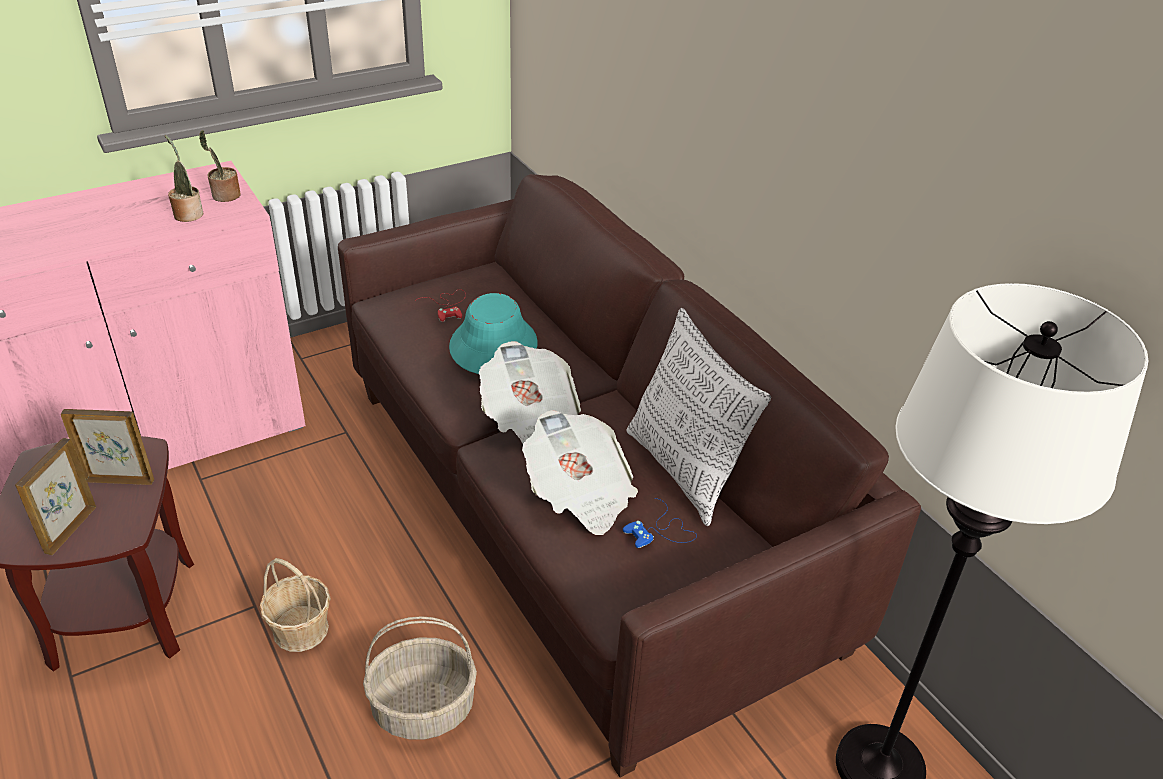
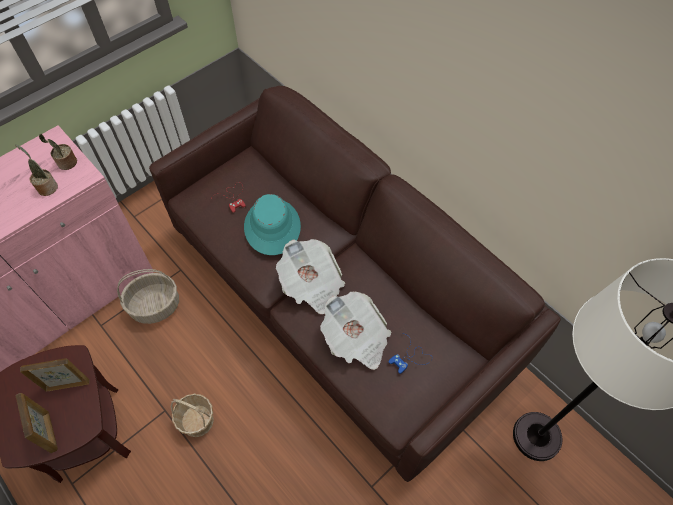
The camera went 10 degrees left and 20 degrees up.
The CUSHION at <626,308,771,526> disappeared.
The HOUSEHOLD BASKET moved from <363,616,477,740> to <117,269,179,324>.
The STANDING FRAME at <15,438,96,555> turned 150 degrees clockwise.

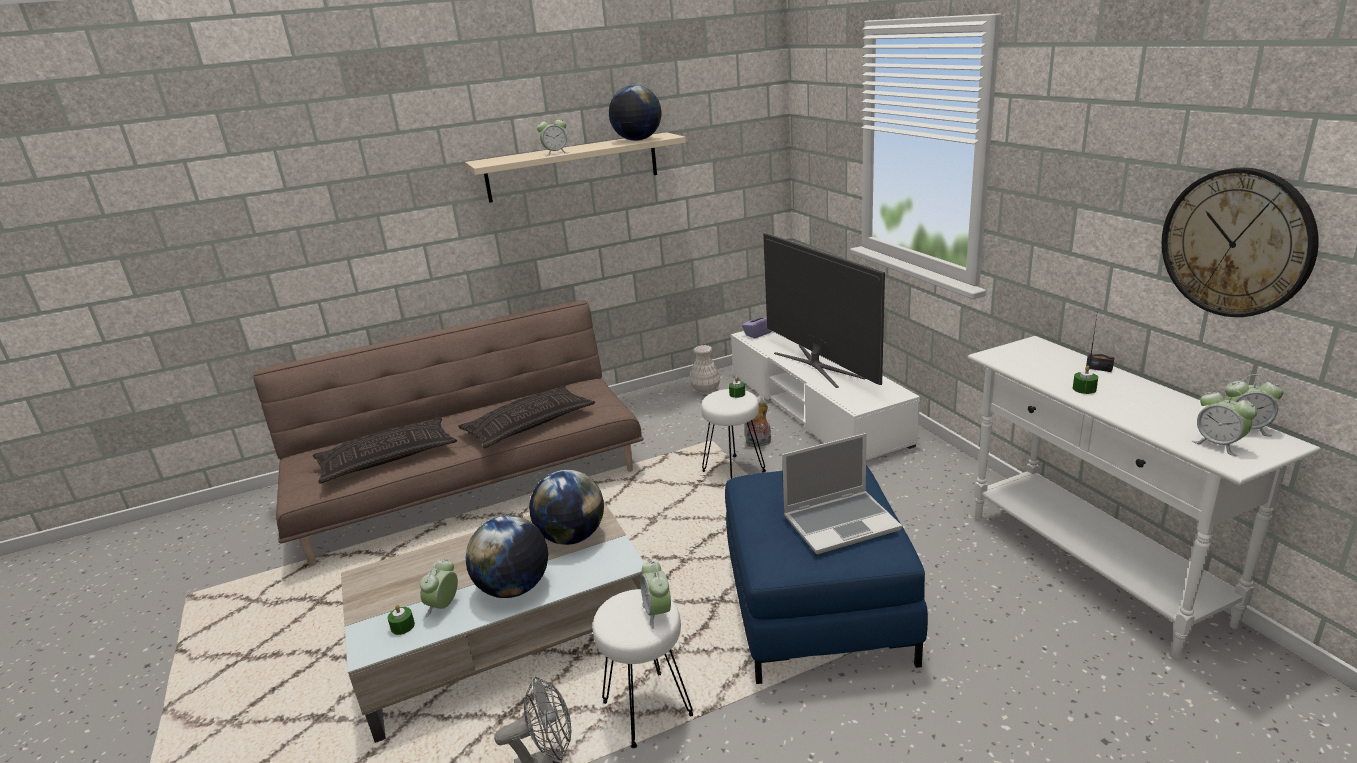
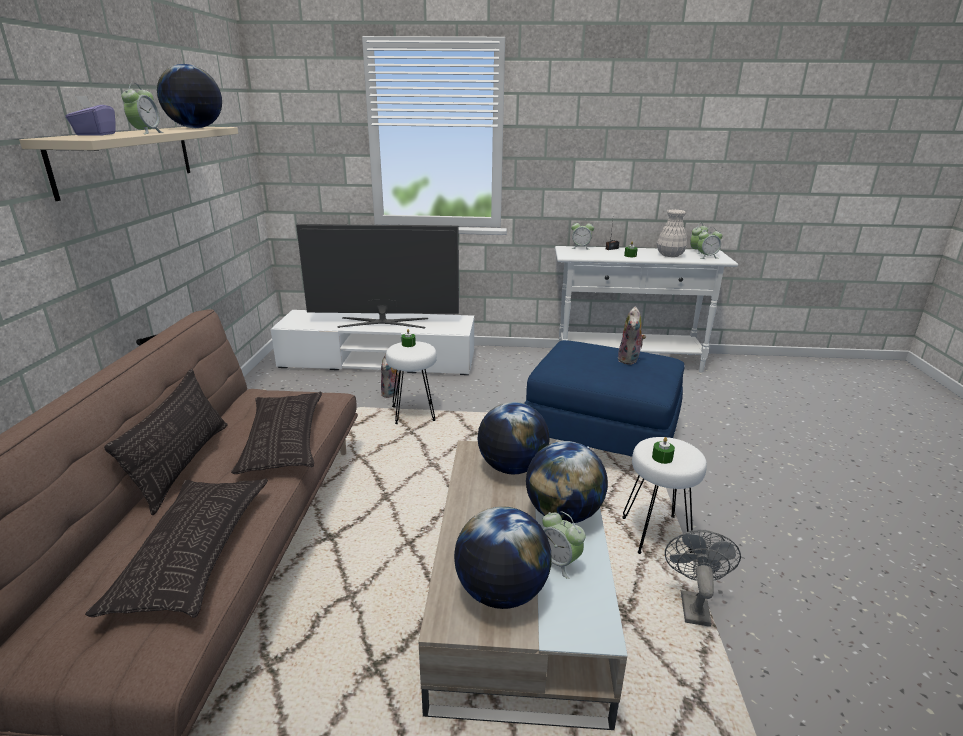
The camera went 65 degrees left and 0 degrees up.
The WALL CLOCK at <1162,167,1319,317> disappeared.
The CUSHION at <104,369,228,515> appeared.
The DESK GLOBE at <454,506,551,609> appeared.
The GREEN-COLOURED CANDLE moved from <388,605,415,635> to <652,437,675,464>.
The ALARM CLOCK moved from <641,560,671,629> to <571,219,594,250>.
The WHITE-COLOURED FLOWER VASE moved from <690,345,720,394> to <657,210,687,257>.
The PURPLE-COLOURED TISSUE HOLDER moved from <742,310,772,338> to <65,96,116,136>.
The LAPTOP at <782,433,902,554> was replaced by the PLUSH TOY at <618,306,646,365>.

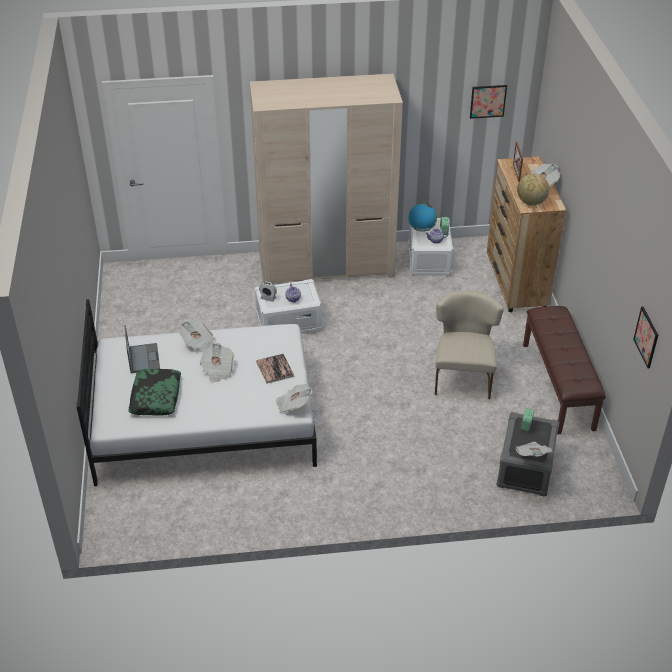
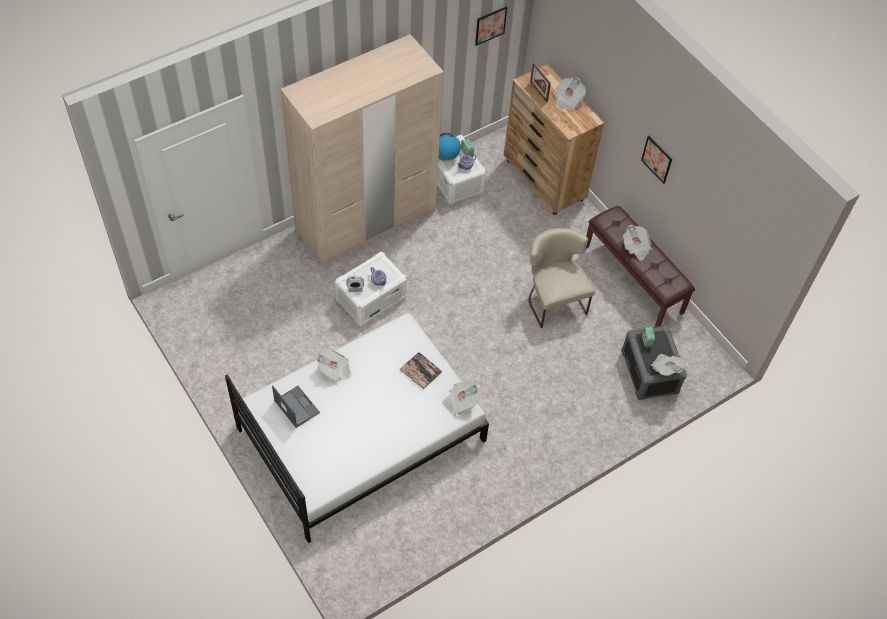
The camera went 30 degrees left and 15 degrees up.
The CUSHION at <128,369,181,415> disappeared.
The DESK GLOBE at <517,174,549,205> disappeared.
The PRINTED PAPER moved from <200,343,234,383> to <623,225,652,260>.
The WALL ART moved from <633,306,658,369> to <641,136,672,184>.

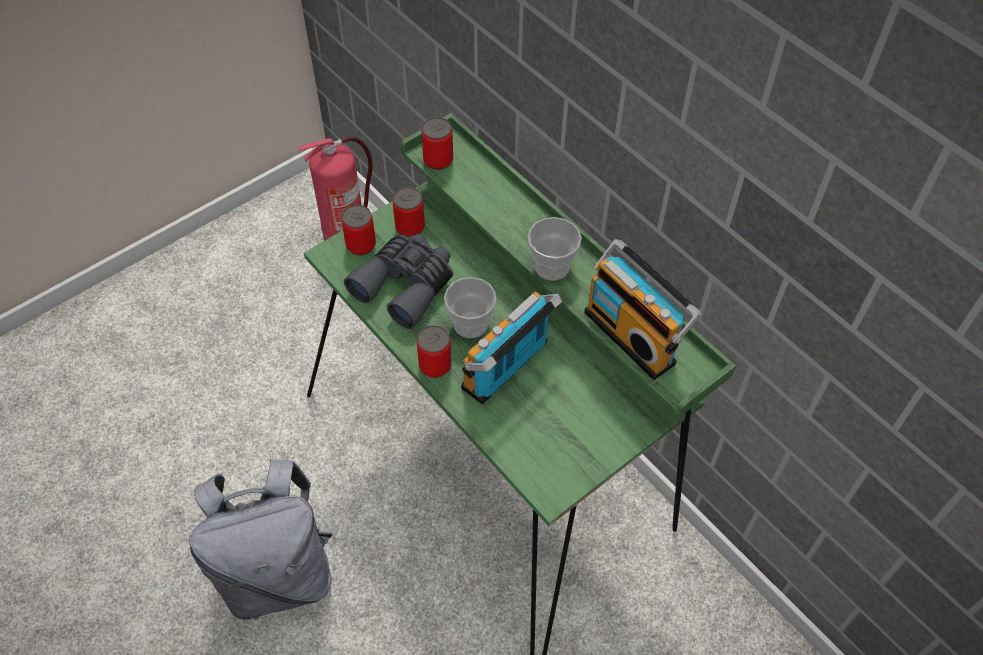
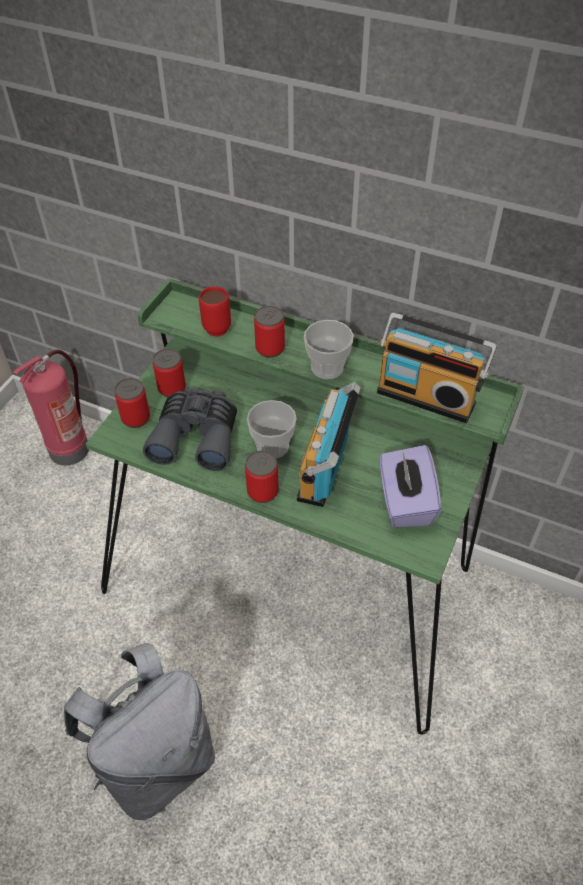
The camera went 25 degrees left and 5 degrees down.
The RED MUG at <199,287,231,337> appeared.
The PURPLE-COLOURED TISSUE HOLDER at <380,445,441,528> appeared.
The METAL CAN moved from <421,117,453,170> to <254,306,285,358>.

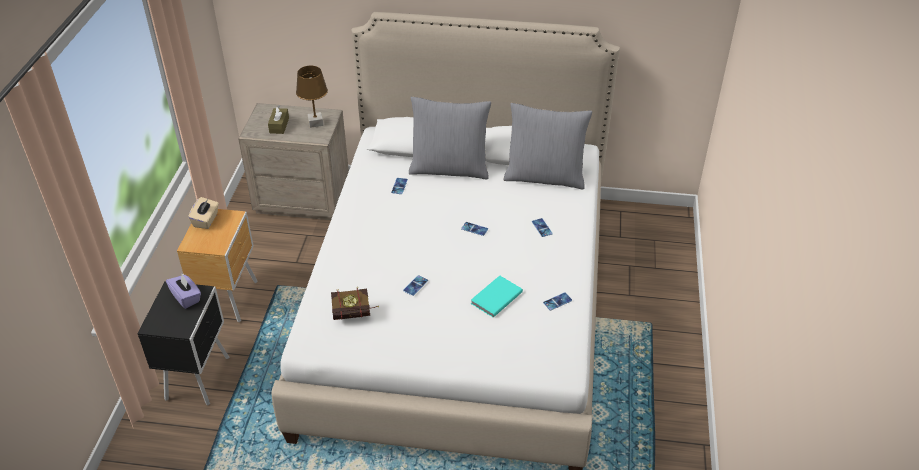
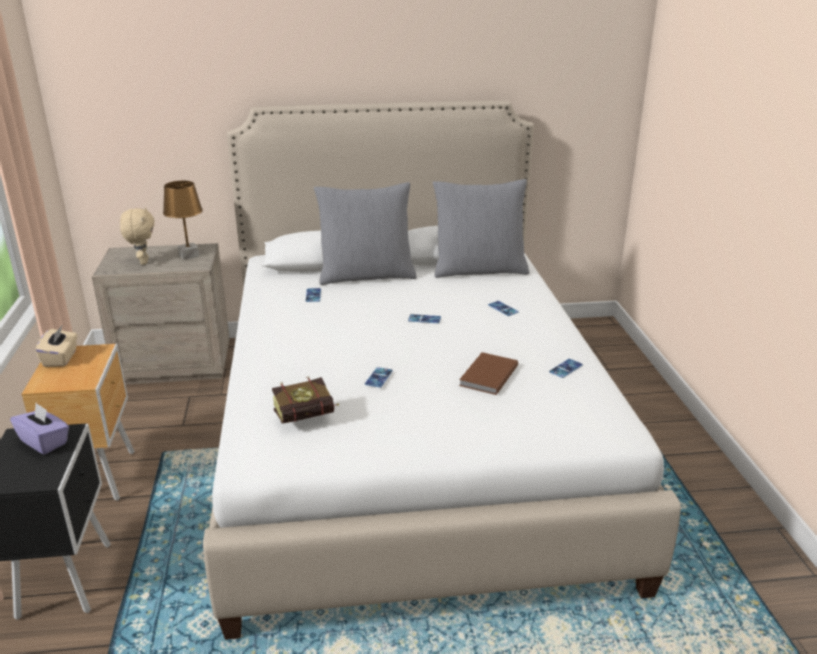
The camera went 15 degrees left and 15 degrees down.
The BROWNISH TISSUE HOLDER at <268,105,289,134> was replaced by the BEIGE-COLOURED PLUSH TOY at <120,207,154,265>.
The BLUE-GREEN VOLUME at <471,276,523,318> became the BROWNISH VOLUME at <459,352,518,395>.

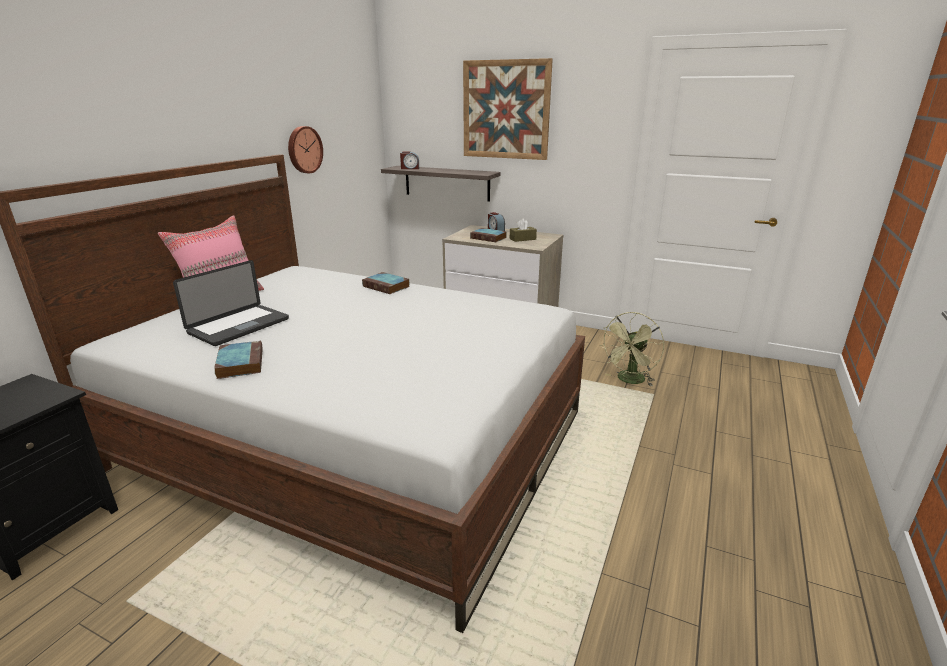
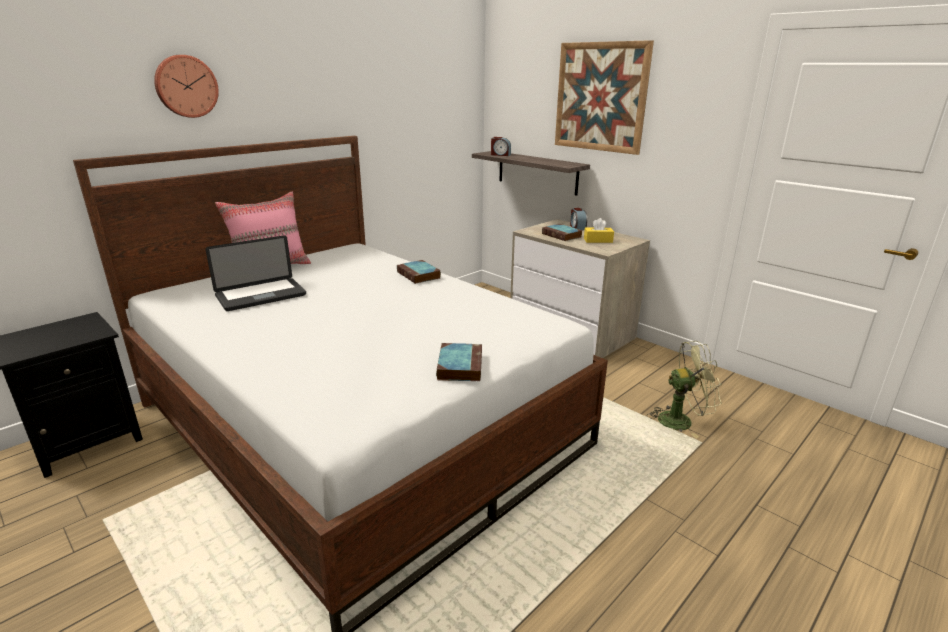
The camera went 20 degrees right and 0 degrees up.
The VOLUME moved from <214,340,263,379> to <436,343,482,381>.
The WALL CLOCK moved from <288,126,323,173> to <154,55,219,118>.
The BROWNISH TISSUE HOLDER at <510,219,537,242> became the YELLOWISH TISSUE HOLDER at <584,218,614,243>.
The GREEN-COLOURED FAN at <600,312,664,386> turned 150 degrees counterclockwise.

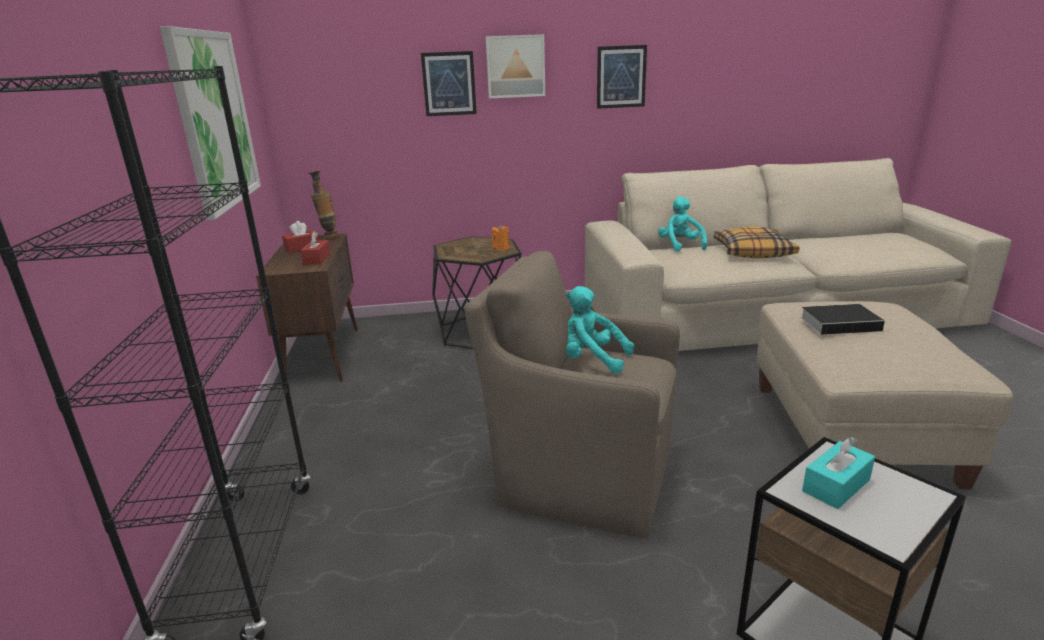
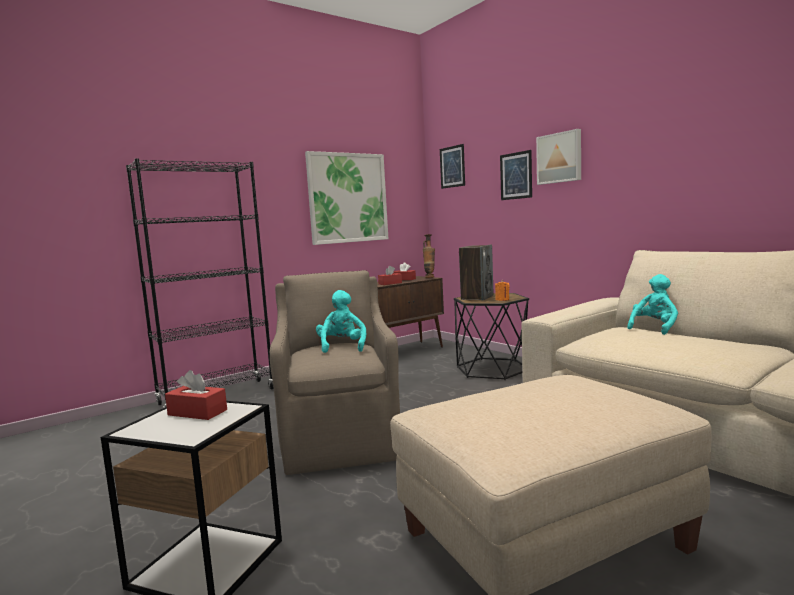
The camera went 60 degrees right and 15 degrees down.
The CUSHION at <714,226,800,258> disappeared.
The VOLUME at <800,304,890,335> disappeared.
The SPEAKER at <459,245,494,300> appeared.
The WALL ART moved from <597,45,647,109> to <440,144,465,189>.
The BLUE-GREEN TISSUE HOLDER at <802,437,875,509> became the RED TISSUE HOLDER at <165,370,227,420>.

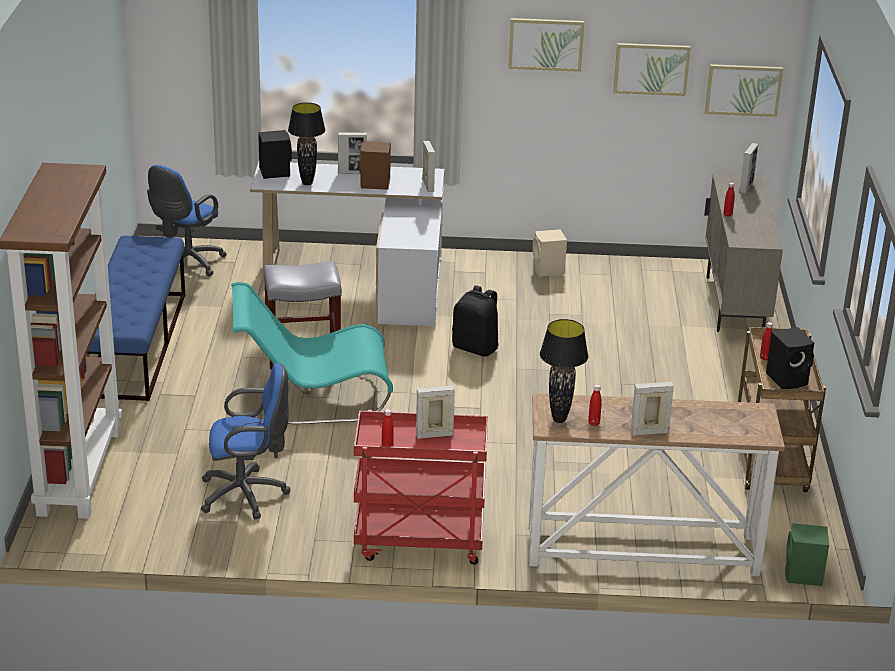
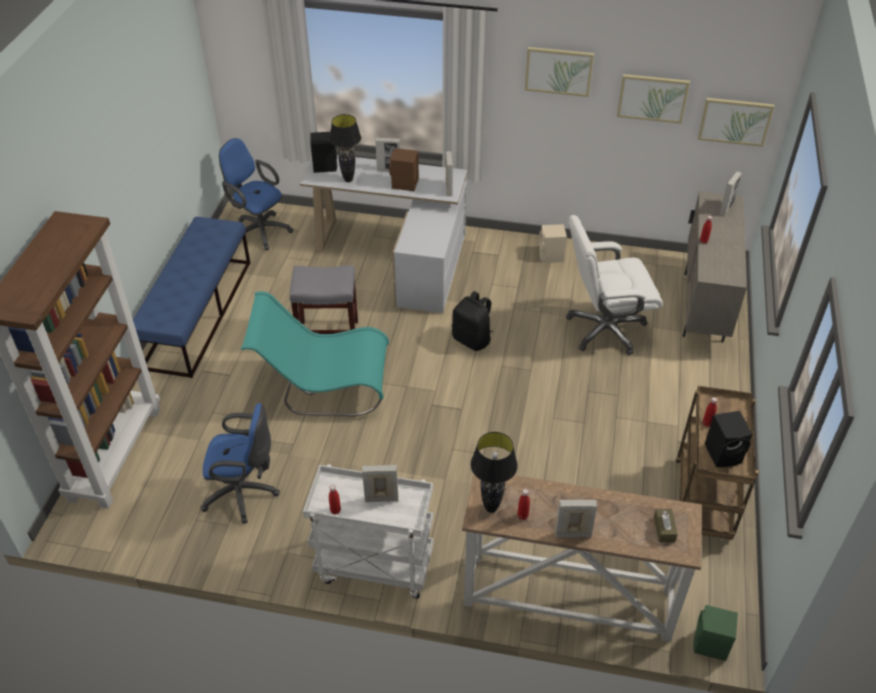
The camera went 10 degrees right and 15 degrees up.
The WHITE-COLOURED COMPUTER CHAIR at <566,215,663,355> appeared.
The BROWNISH TISSUE HOLDER at <654,509,678,542> appeared.
The RED CART at <354,410,488,565> became the WHITE-COLOURED CART at <303,464,433,599>.
The BLUE-COLOURED COMPUTER CHAIR at <147,165,227,276> turned 90 degrees clockwise.

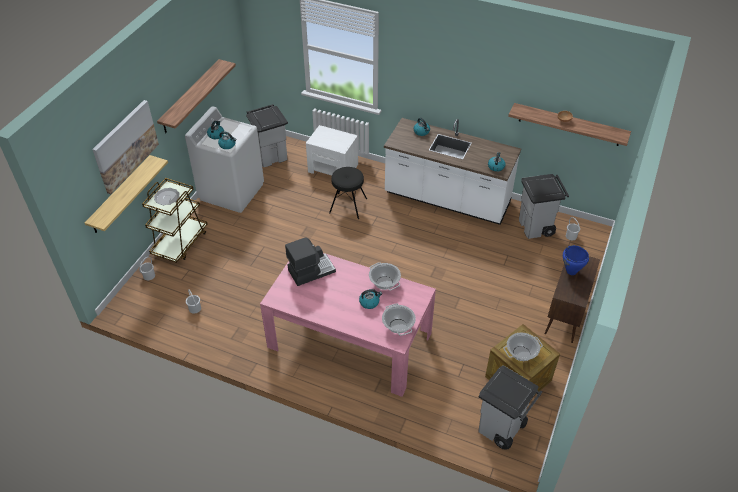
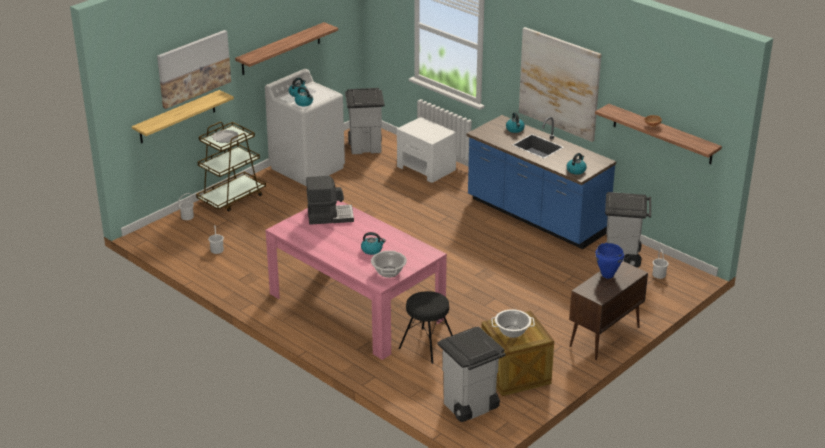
The camera went 20 degrees right and 15 degrees down.
The STOCKPOT at <369,262,401,290> disappeared.
The WALL ART at <519,27,602,142> appeared.
The BLACK-COLOURED STOOL SEAT moved from <329,167,367,219> to <399,291,452,364>.
The WHITE-COLOURED KITCHEN BASE UNIT at <384,118,521,225> became the BLUE-COLOURED KITCHEN BASE UNIT at <466,115,616,249>.

